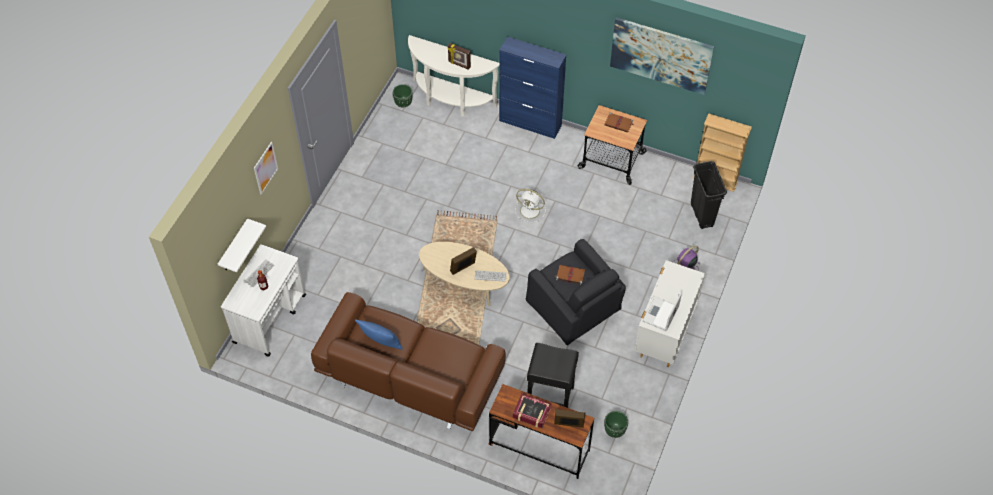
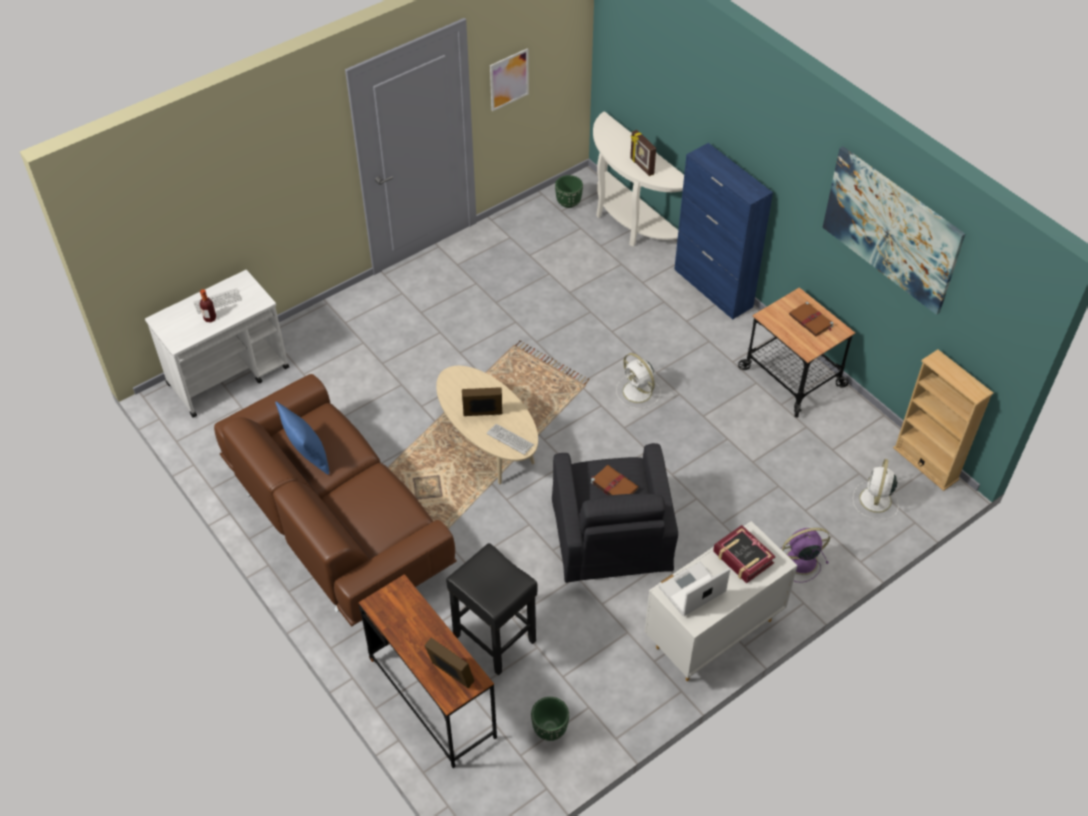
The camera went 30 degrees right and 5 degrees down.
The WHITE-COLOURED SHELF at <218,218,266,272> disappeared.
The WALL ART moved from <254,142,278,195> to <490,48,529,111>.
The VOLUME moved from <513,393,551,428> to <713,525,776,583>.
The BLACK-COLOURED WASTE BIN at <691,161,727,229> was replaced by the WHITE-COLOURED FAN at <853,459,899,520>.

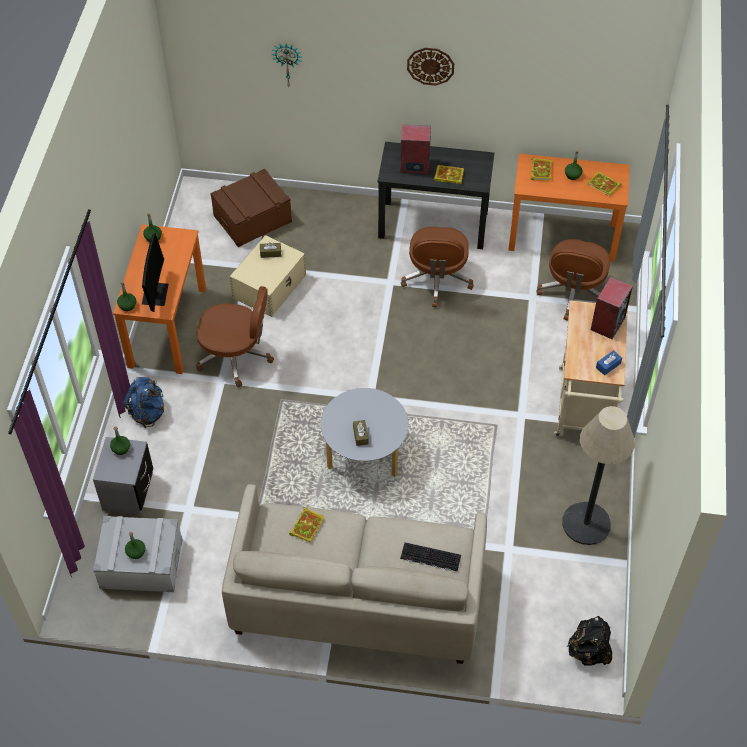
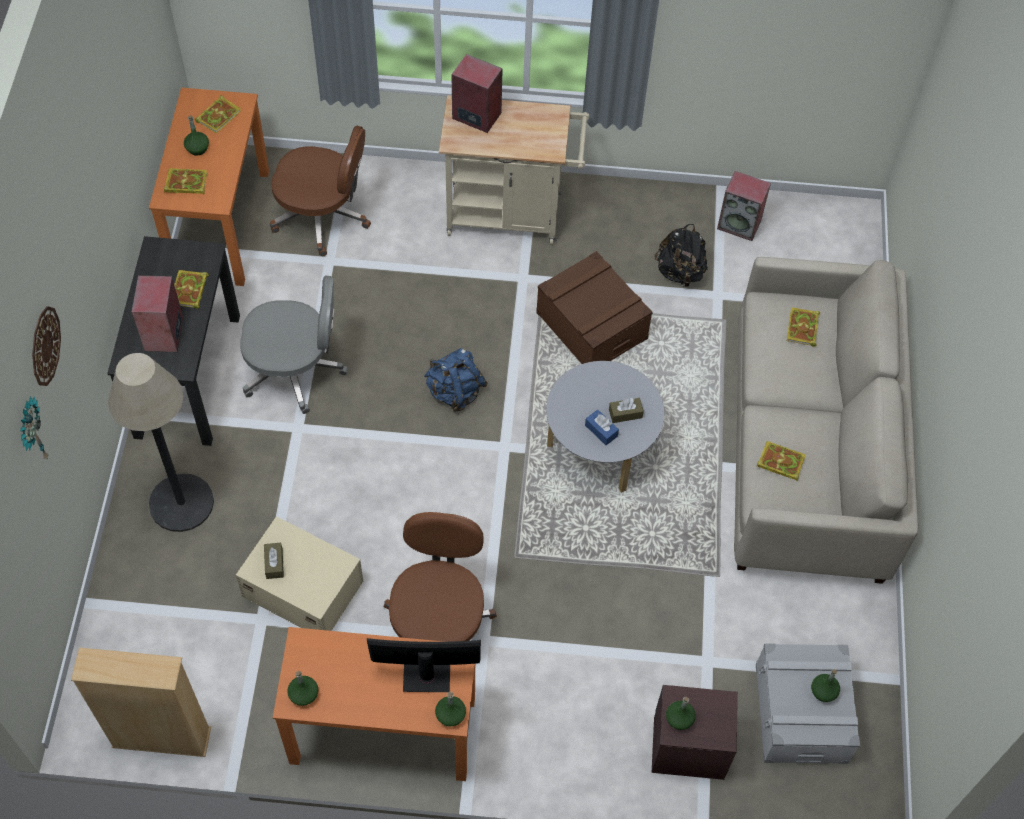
The camera went 95 degrees left and 5 degrees up.
The BEIGE-COLOURED BOOKCASE at <71,647,211,757> appeared.
The SPEAKER at <717,171,771,241> appeared.
The BLUE-COLOURED RUCKSACK moved from <123,377,164,428> to <424,348,488,412>.
The BROWNISH STORAGE CONTAINER moved from <210,169,292,247> to <536,251,653,364>.
The WALL CLOCK moved from <407,48,454,86> to <32,306,61,386>.
The STANDARD LAMP moved from <562,406,635,545> to <108,353,214,532>.
The BLACK-COLOURED RUCKSACK moved from <568,616,612,666> to <655,224,708,287>.
The BLUE-COLOURED TISSUE HOLDER moved from <596,350,622,375> to <585,410,619,445>.
The PC KEYBOARD at <400,542,461,571> was replaced by the VOLUME at <787,307,820,347>.
The GREYISH BEDSIDE TABLE at <93,437,153,515> became the BROWNISH BEDSIDE TABLE at <652,685,738,780>.
The BROWNISH COMPUTER CHAIR at <401,227,474,308> became the GREYISH COMPUTER CHAIR at <240,276,348,414>.

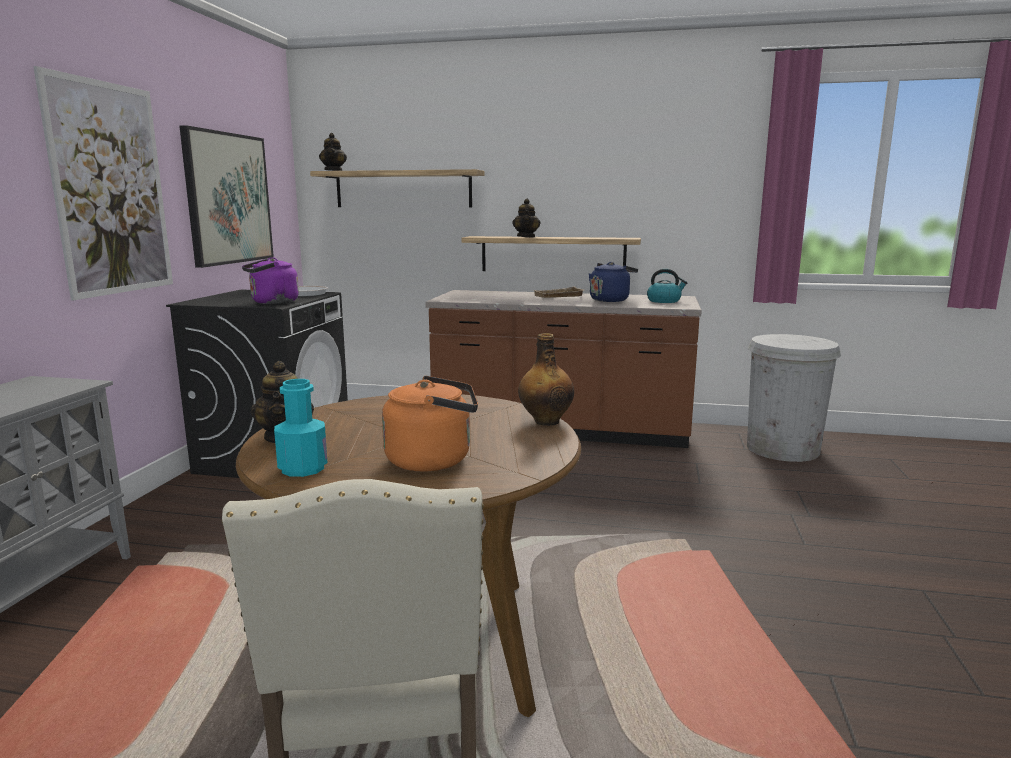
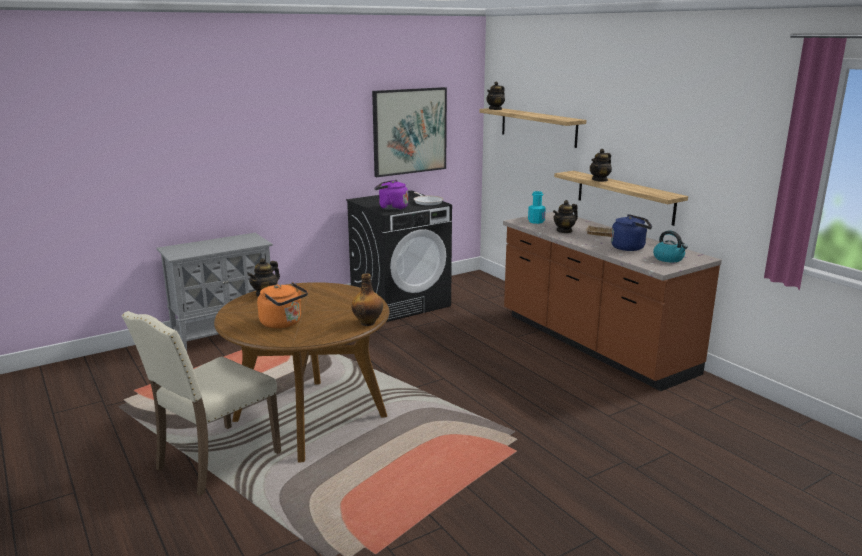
The camera went 45 degrees right and 5 degrees up.
The WALL ART at <33,66,173,300> disappeared.
The WHITE-COLOURED WASTE BIN at <747,334,841,462> disappeared.
The TEA POT at <553,200,578,233> appeared.
The BLUE-GREEN BEVERAGE BOTTLE moved from <274,379,327,477> to <528,191,546,224>.

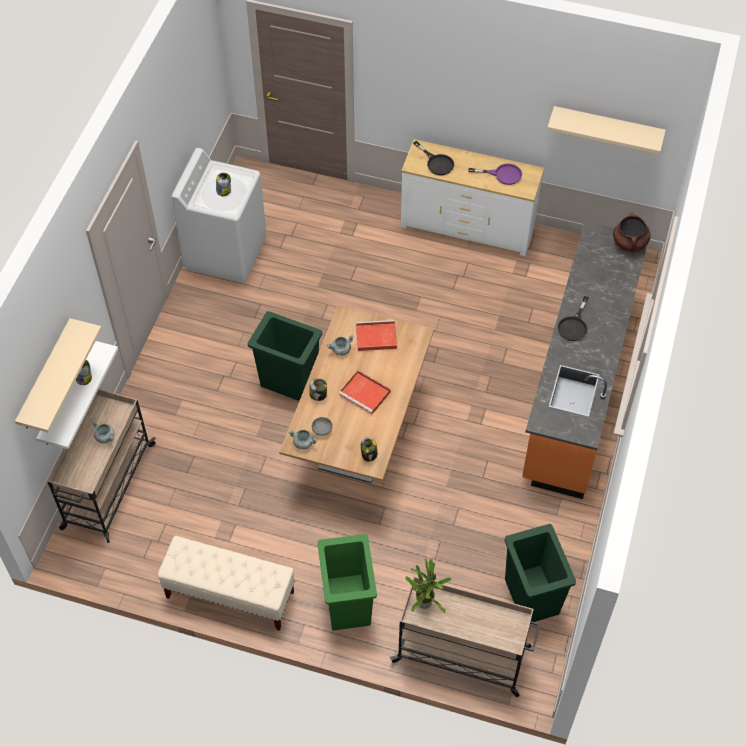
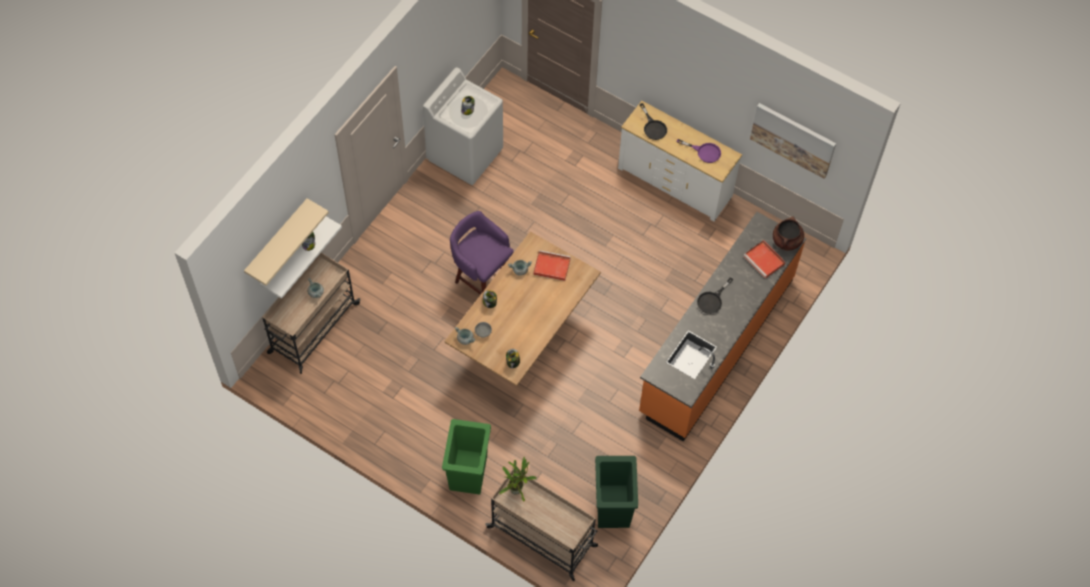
The camera went 15 degrees right and 5 degrees up.
The BEIGE-COLOURED BENCH at <158,536,295,631> disappeared.
The RED SERVING TRAY moved from <339,370,391,414> to <744,240,785,278>.
The GREEN-COLOURED WASTE BIN at <248,311,322,401> was replaced by the PURPLE-COLOURED STOOL SEAT at <450,211,514,295>.
The BEIGE-COLOURED SHELF at <547,106,666,154> was replaced by the WALL ART at <750,103,836,179>.

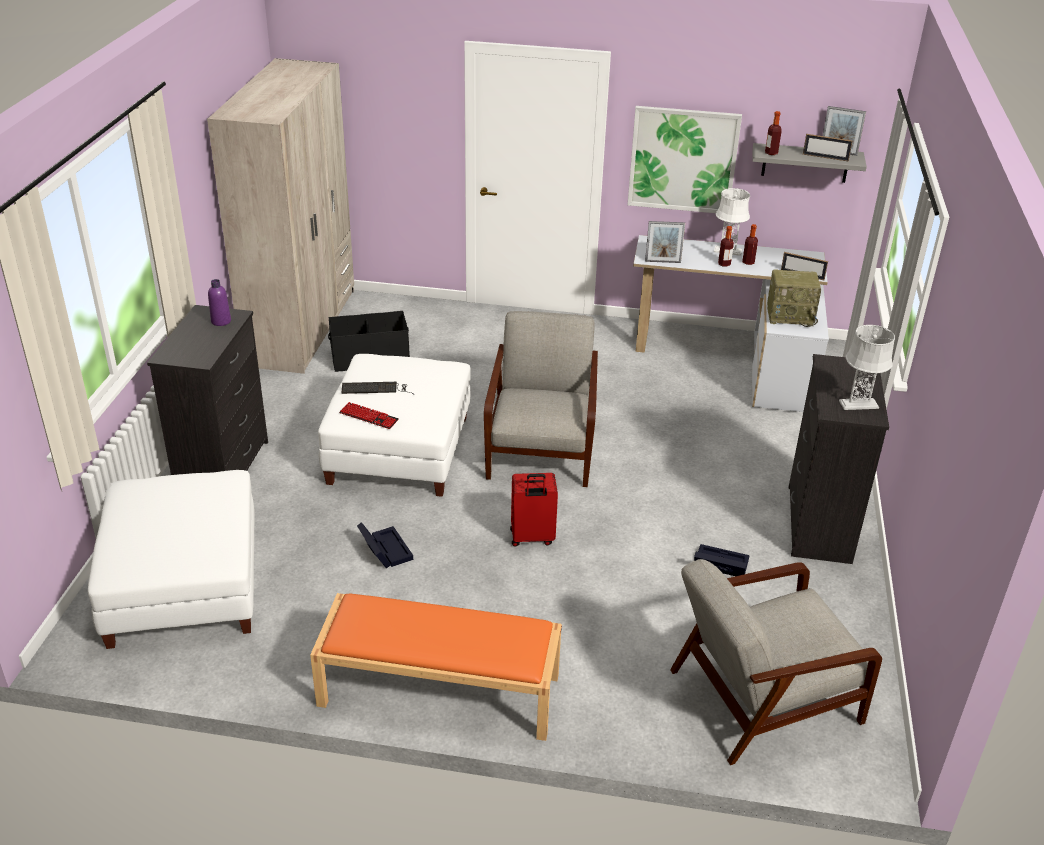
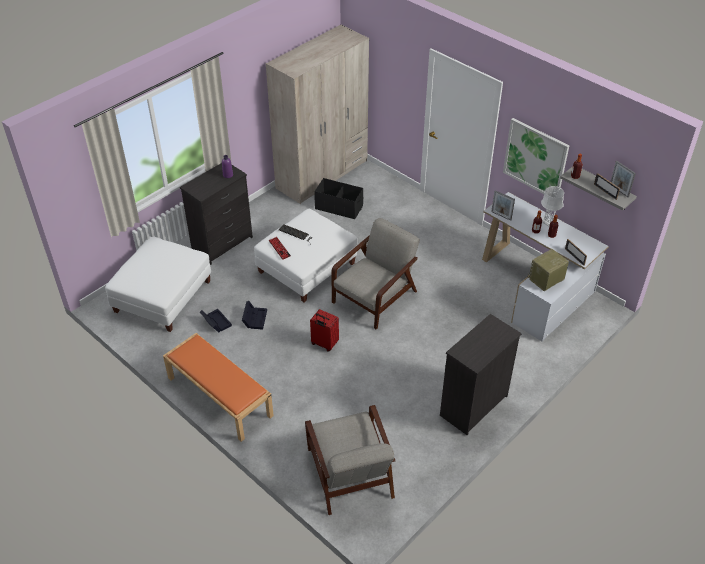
The camera went 35 degrees right and 10 degrees up.
The GREYISH LAMP FOR A TABLE at <839,325,895,410> disappeared.
The BLACK-COLOURED STORAGE CONTAINER moved from <694,544,750,576> to <200,309,232,333>.
The GREYISH ARMCHAIR at <670,559,882,765> turned 120 degrees counterclockwise.
The RADIO SET at <767,270,821,327> turned 105 degrees clockwise.

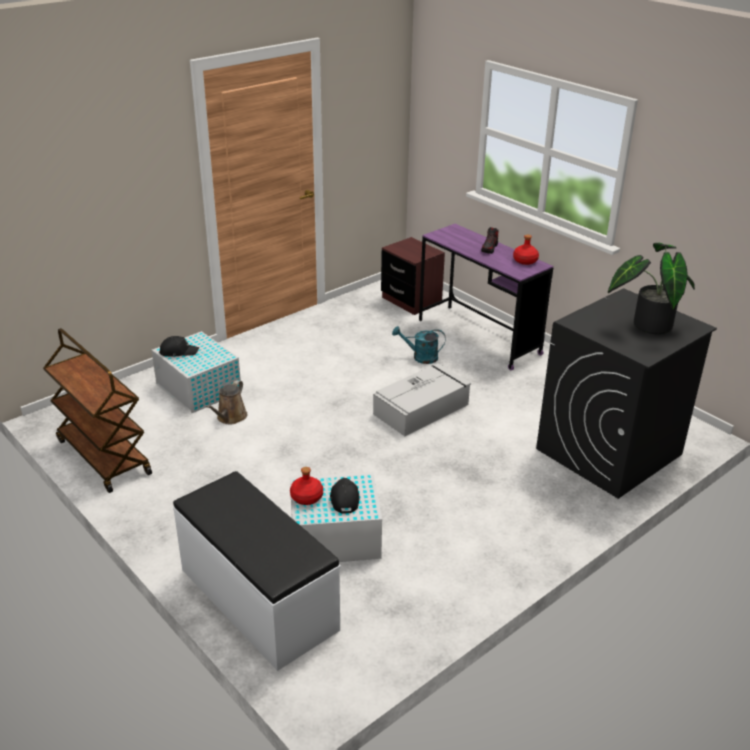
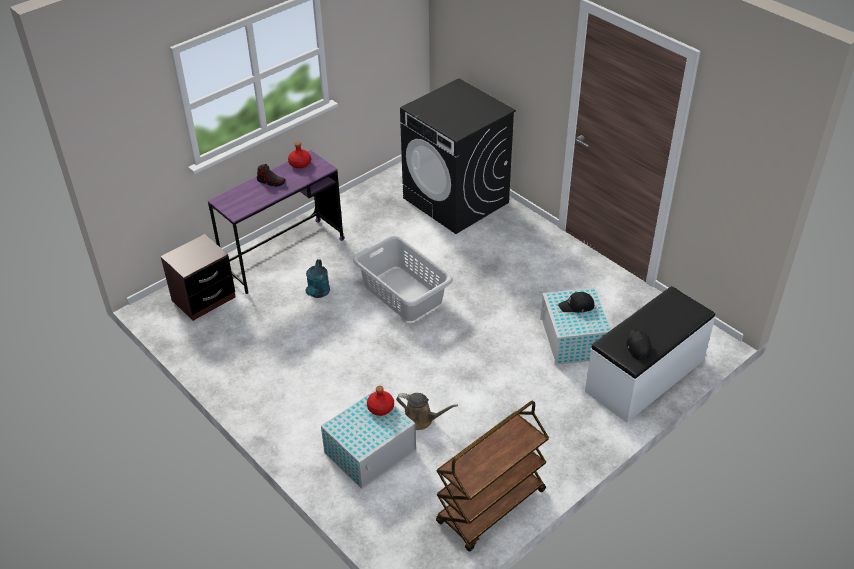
The camera went 90 degrees left and 10 degrees up.
The HOUSEPLANT at <608,243,695,334> disappeared.
The BLACK-COLOURED CAP moved from <159,336,199,356> to <626,329,651,360>.
The RED BEVERAGE BOTTLE moved from <290,467,323,505> to <367,386,394,416>.
The GREYISH STORAGE CONTAINER at <373,363,471,436> was replaced by the GREYISH HAMPER at <353,235,453,321>.

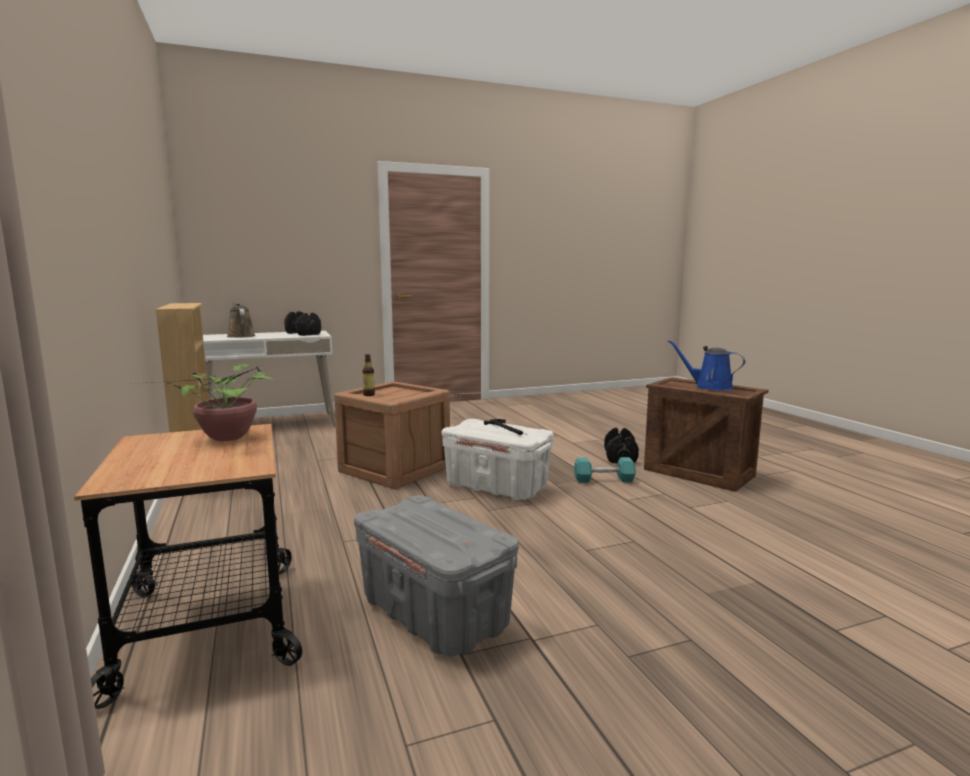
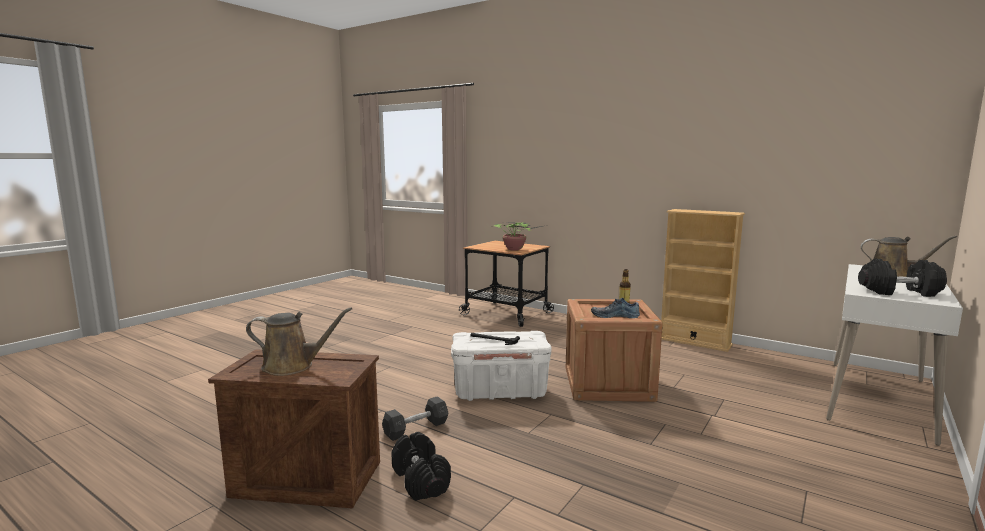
The camera went 145 degrees right and 0 degrees up.
The GREYISH STORAGE CONTAINER at <354,495,519,657> disappeared.
The SHOE at <591,298,640,318> appeared.
The BLUE-GREEN FREE WEIGHT at <574,457,636,483> became the GREYISH FREE WEIGHT at <382,396,448,441>.
The BLUE-COLOURED SPRINKLING CAN at <668,340,745,390> became the BROWNISH SPRINKLING CAN at <246,307,352,376>.

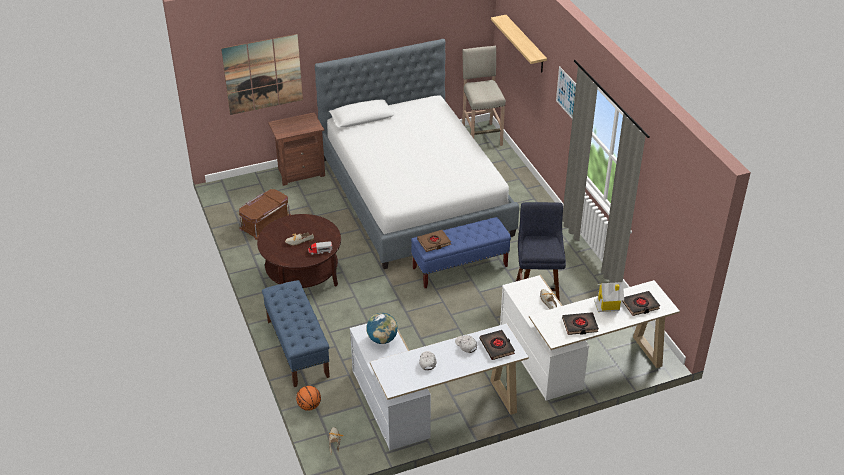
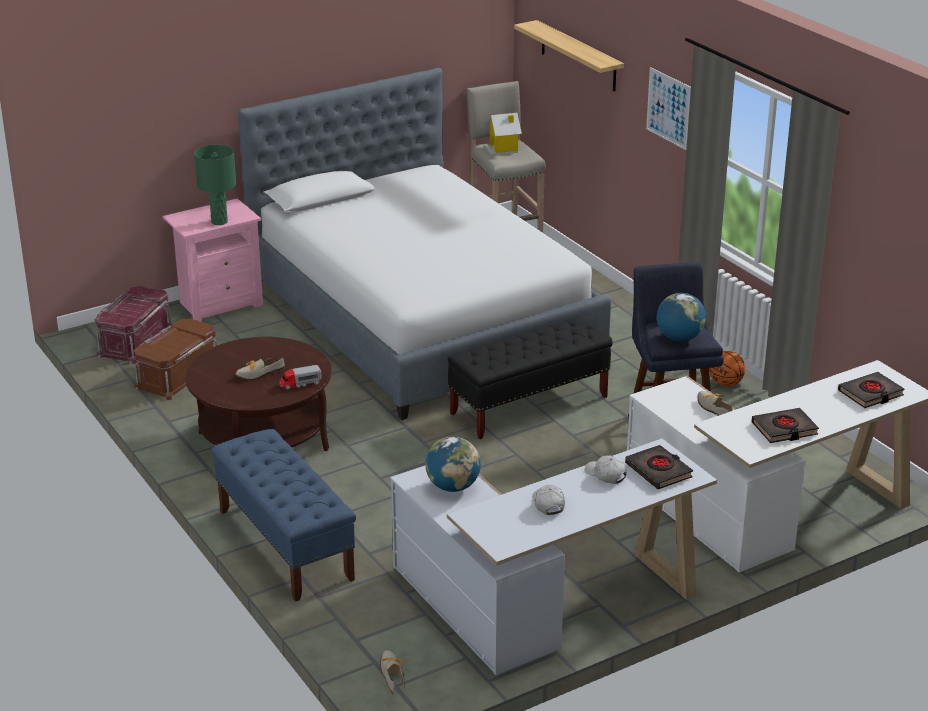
The camera went 10 degrees left and 10 degrees down.
The WALL ART at <221,34,303,115> disappeared.
The BROWNISH VOLUME at <417,230,451,252> disappeared.
The RED STORAGE CONTAINER at <94,286,172,364> appeared.
The GREEN-COLOURED LAMP FOR A TABLE at <194,145,236,225> appeared.
The DESK GLOBE at <657,293,706,341> appeared.
The BALL FOR BASKETBALL moved from <296,386,321,411> to <709,351,745,387>.
The TOY HOUSE moved from <594,282,624,312> to <485,113,522,156>.
The BROWNISH BEDSIDE TABLE at <268,112,325,186> became the PINK BEDSIDE TABLE at <163,198,263,322>.
The BLUE-COLOURED BENCH at <411,217,511,288> became the BLACK-COLOURED BENCH at <448,316,613,439>.

